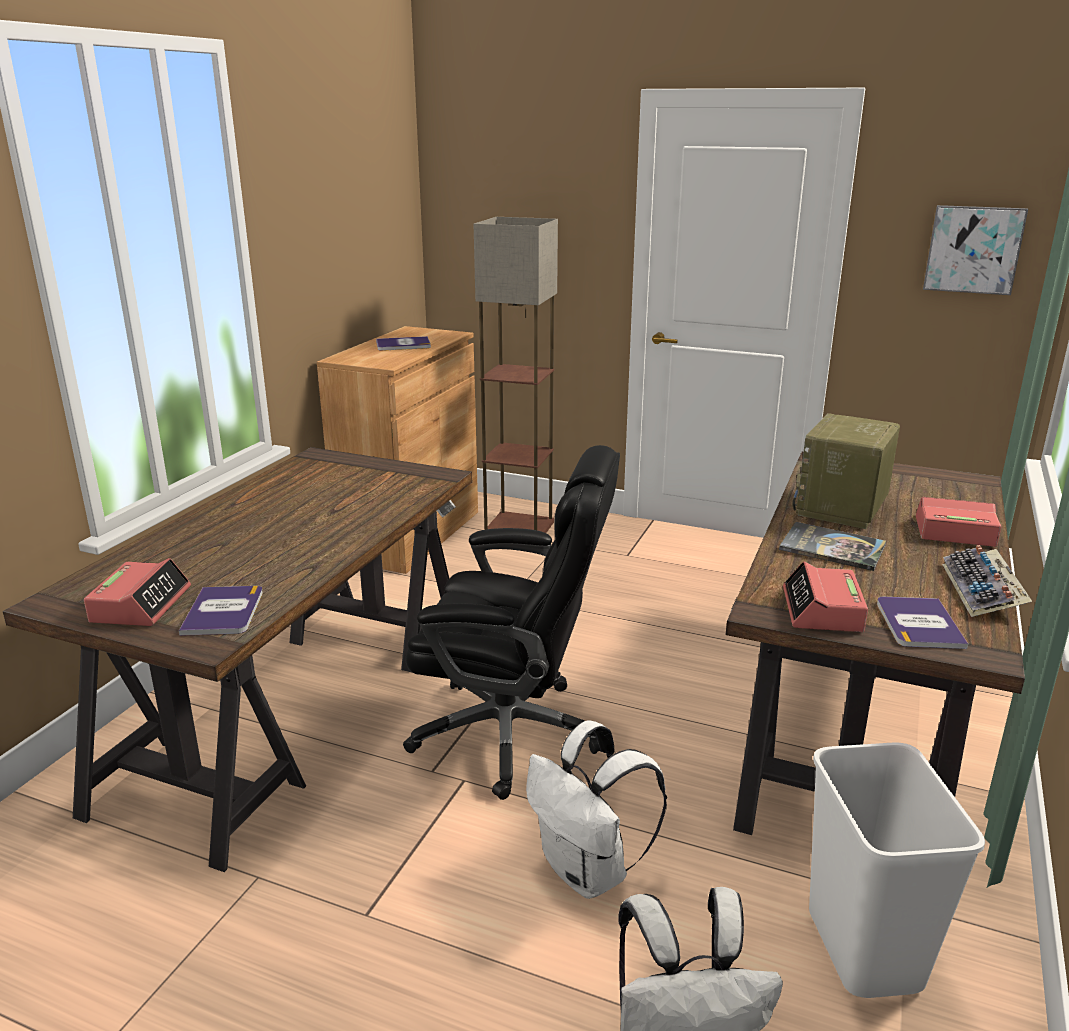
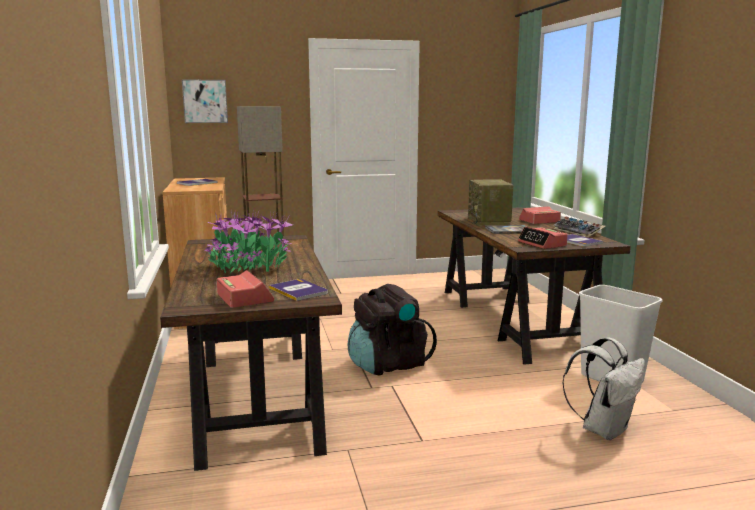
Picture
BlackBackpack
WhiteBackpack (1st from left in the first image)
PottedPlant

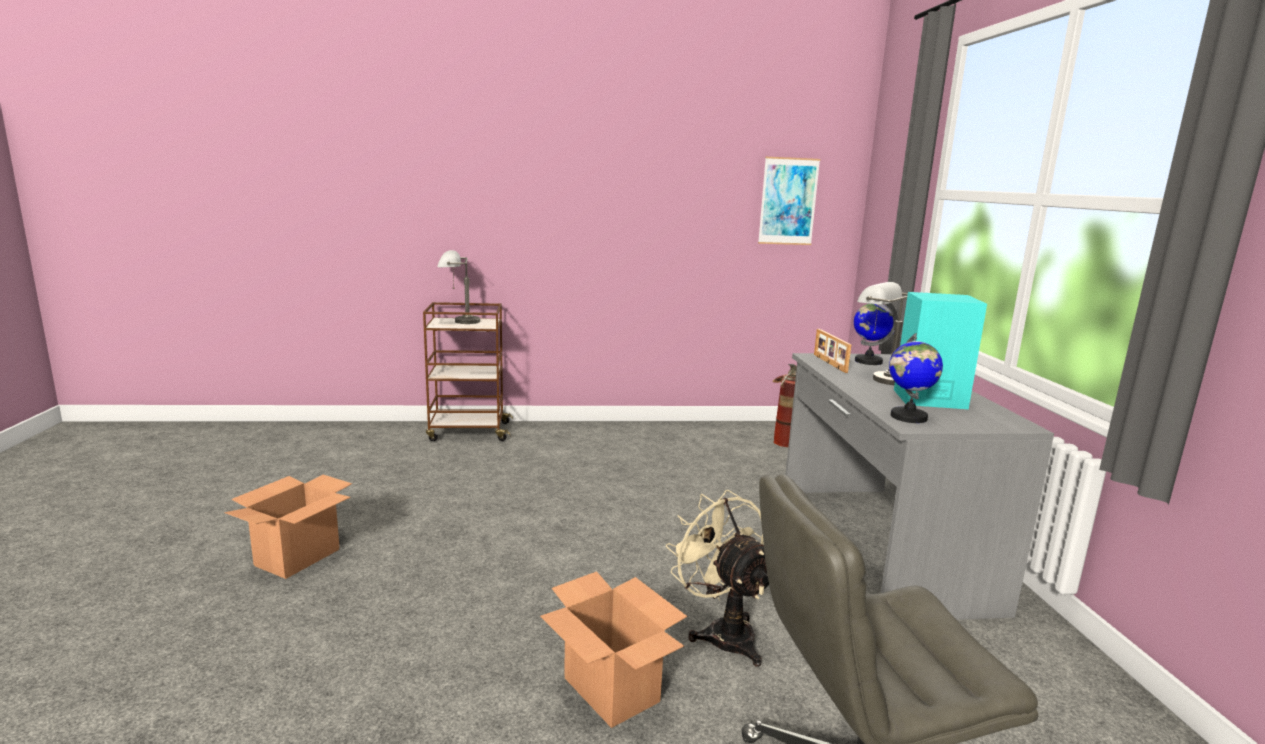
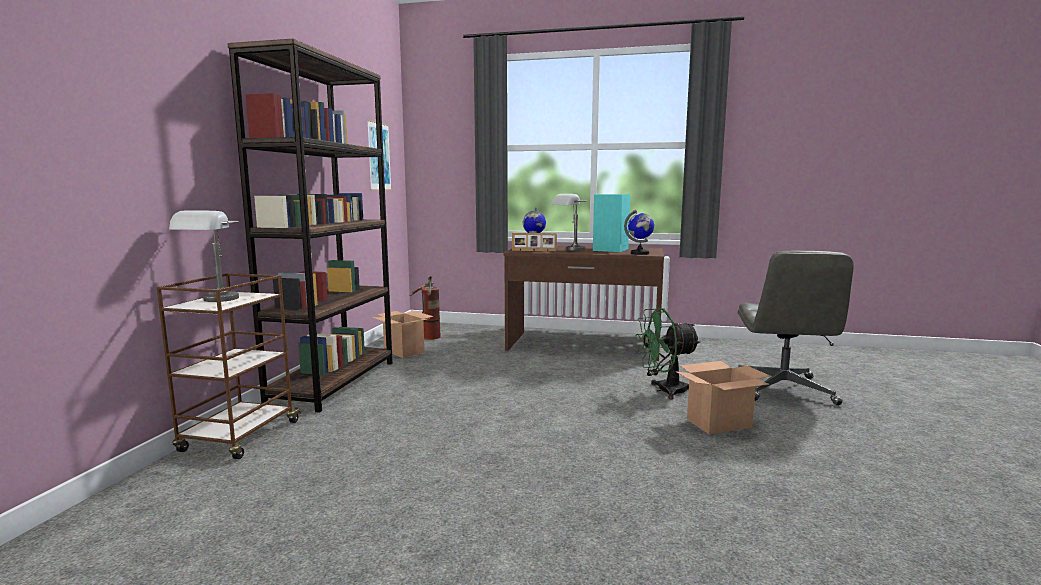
BrownDesk
CardboardBox (1st from left)
GreenFan
BrownBookcase

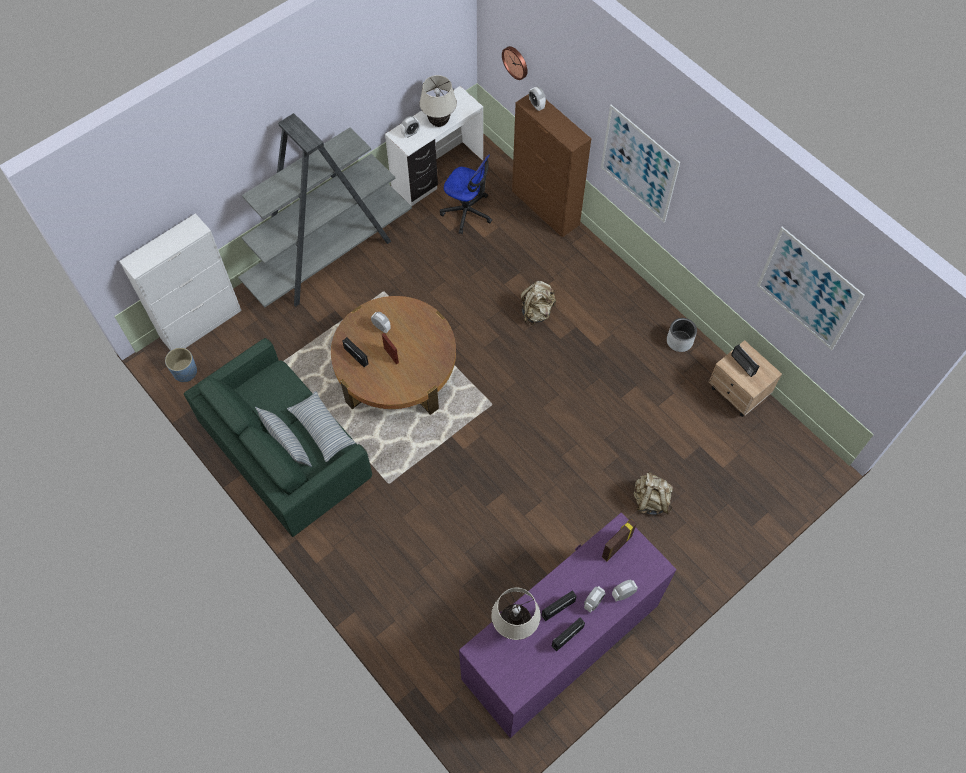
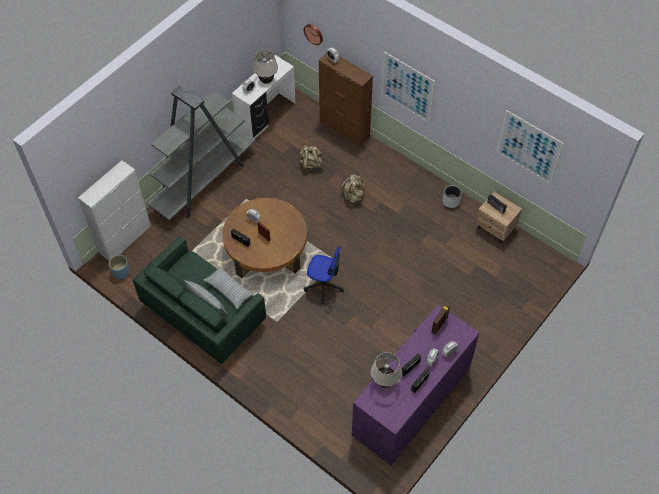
OfficeChair
BeigeBackpack (1st from left)

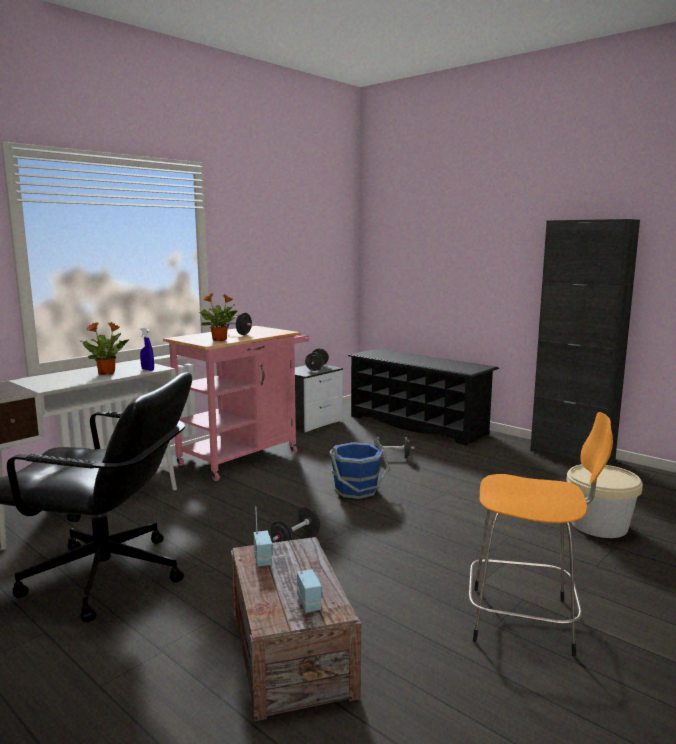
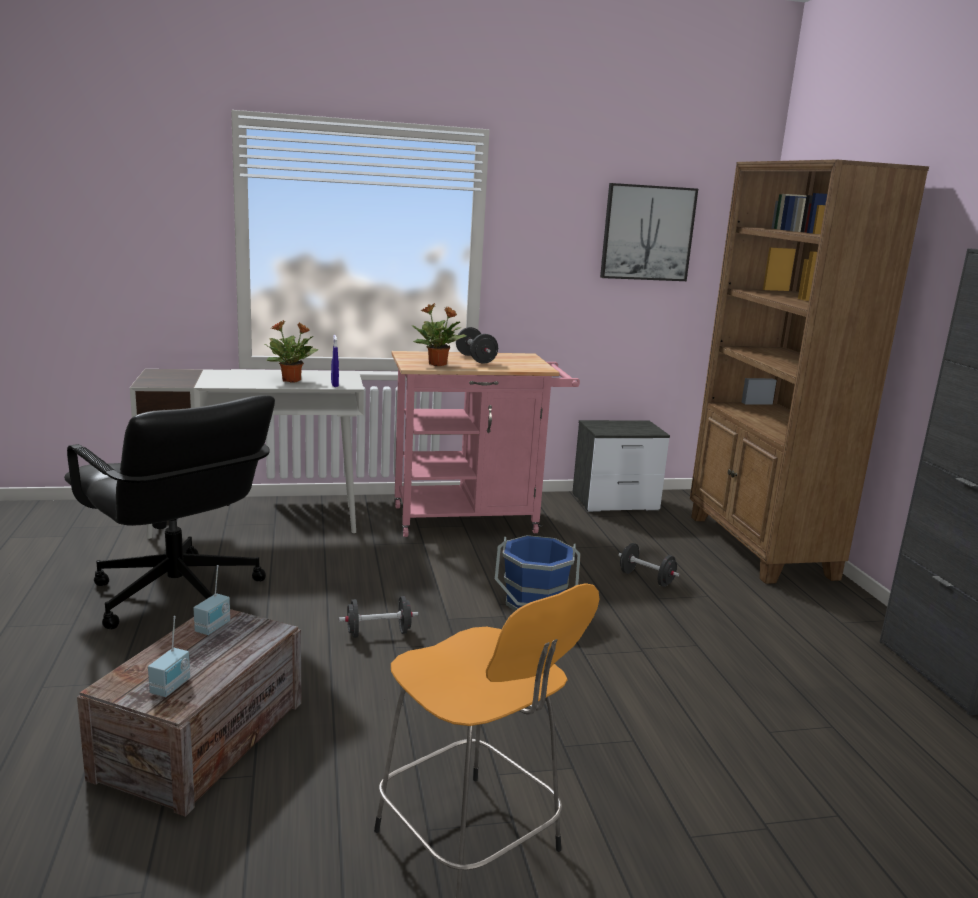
BlackDumbbell (3rd from left in the first image)
BrownBookcase
BeigeBucket
Picture

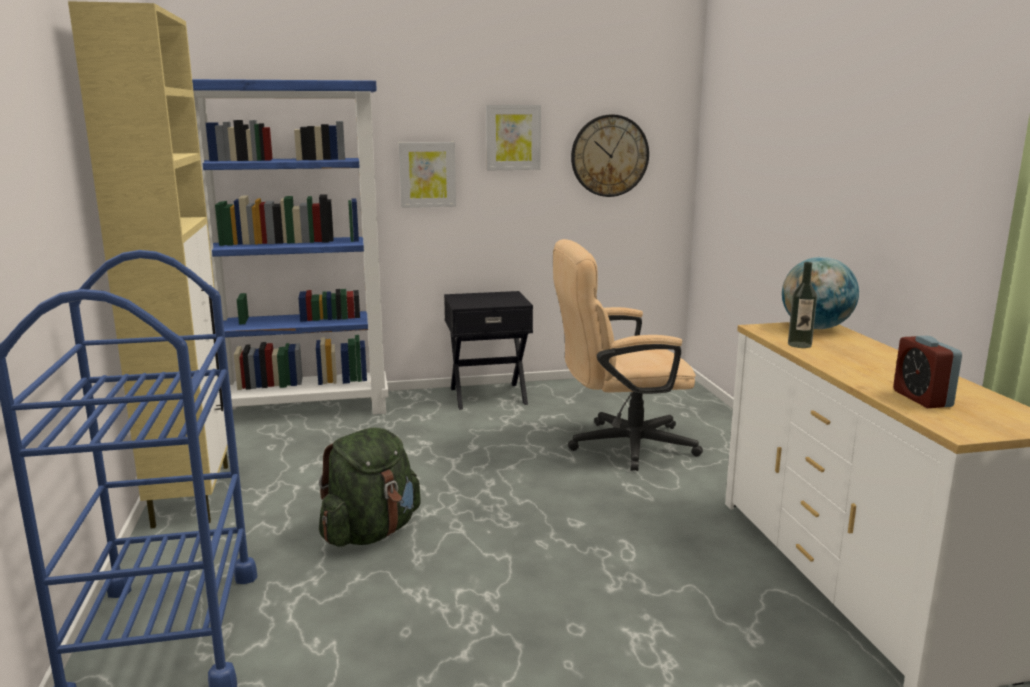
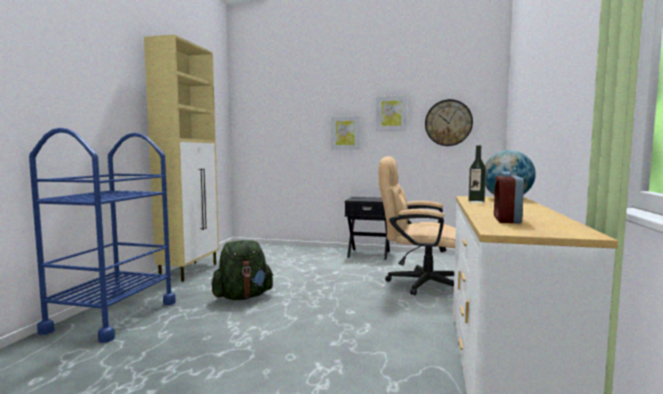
BlueBookcase

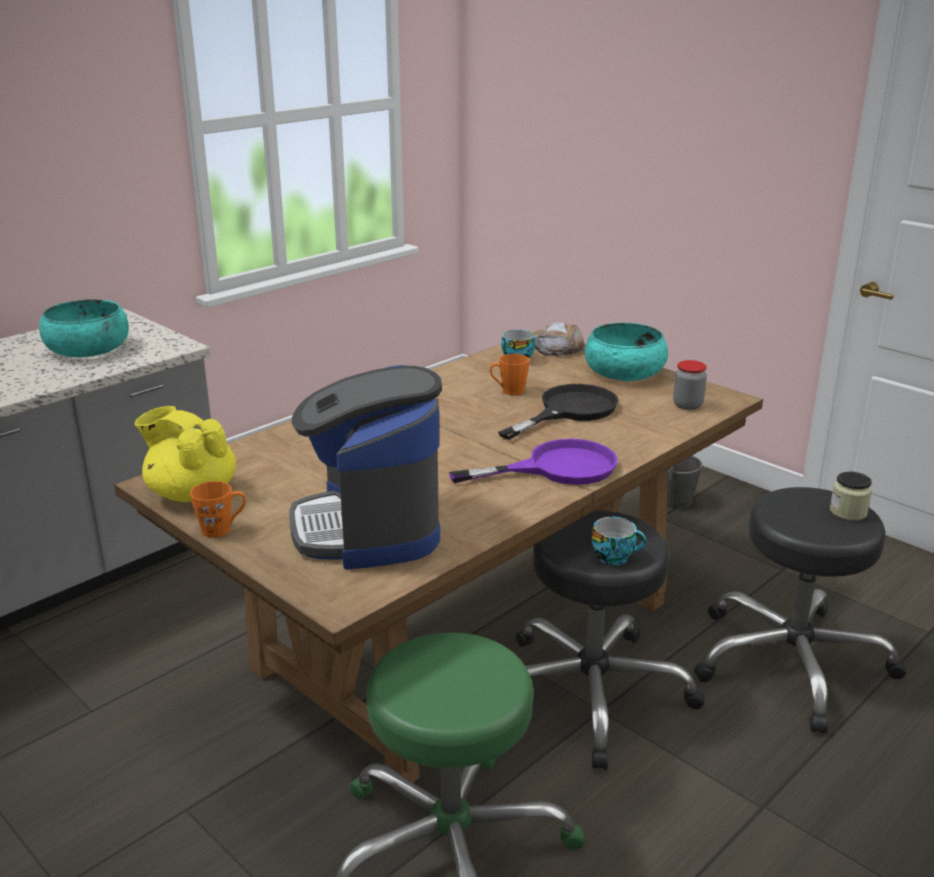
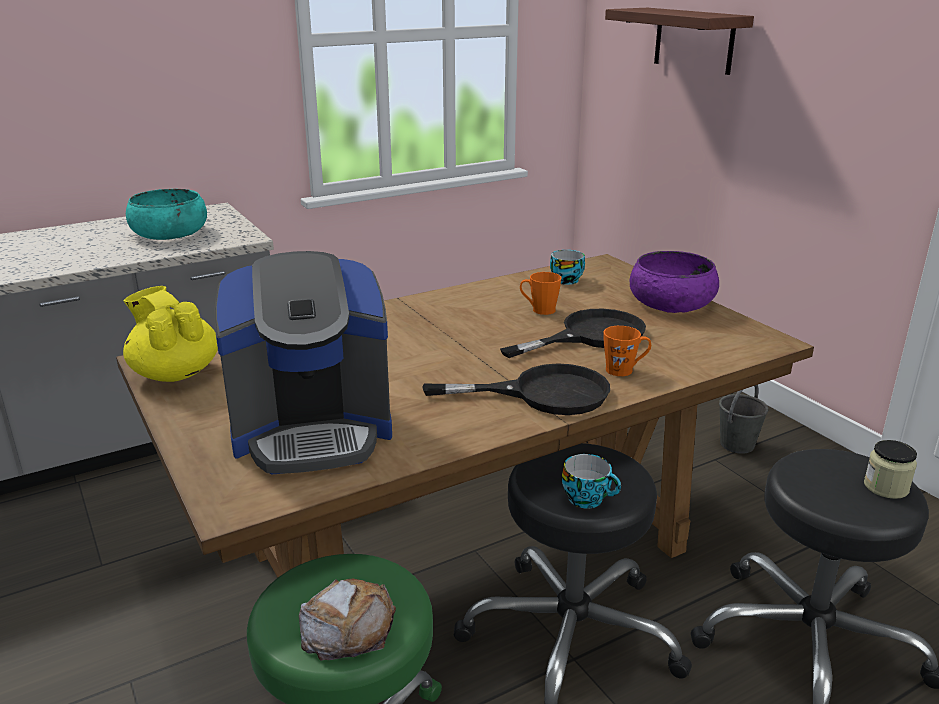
Bread
PurpleBowl
Jar (1st from left in the first image)
CoffeeMachine
BlackFryingPan (1st from left)
OrangeMug (2nd from left)
Shelf

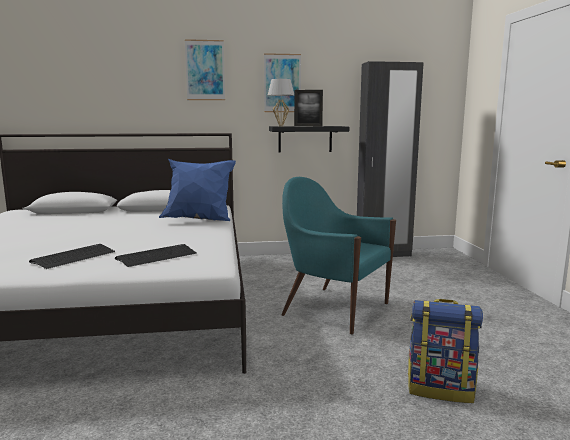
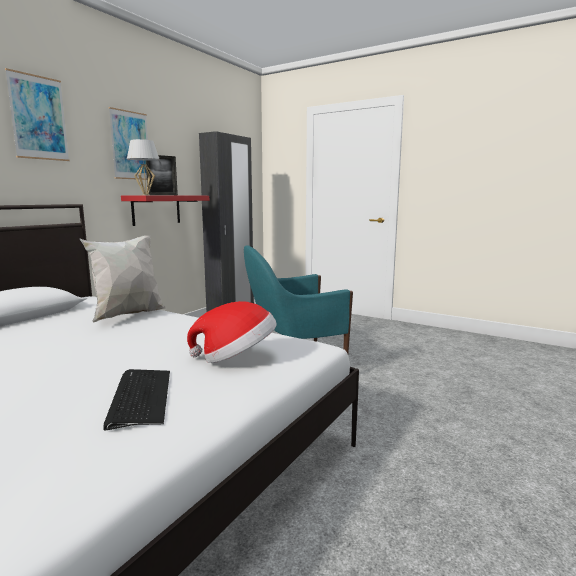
RedShelf
WhitePillow
Hat
Backpack

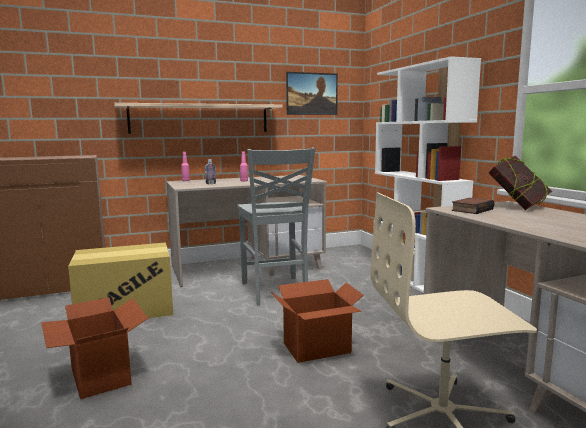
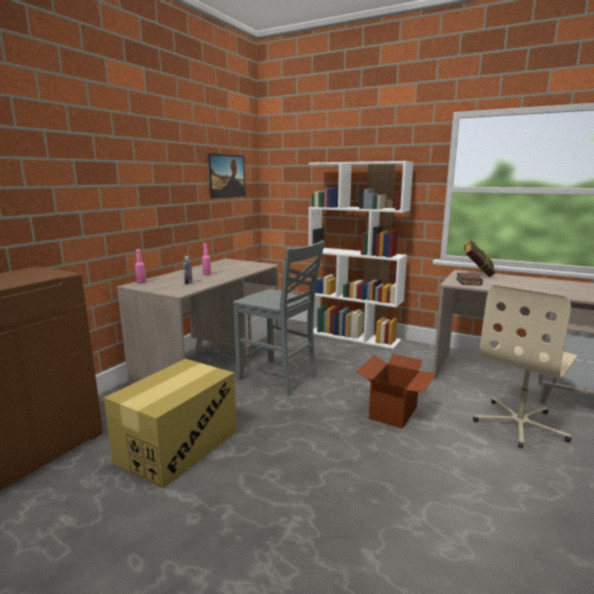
Shelf
CardboardBox (1st from left in the first image)

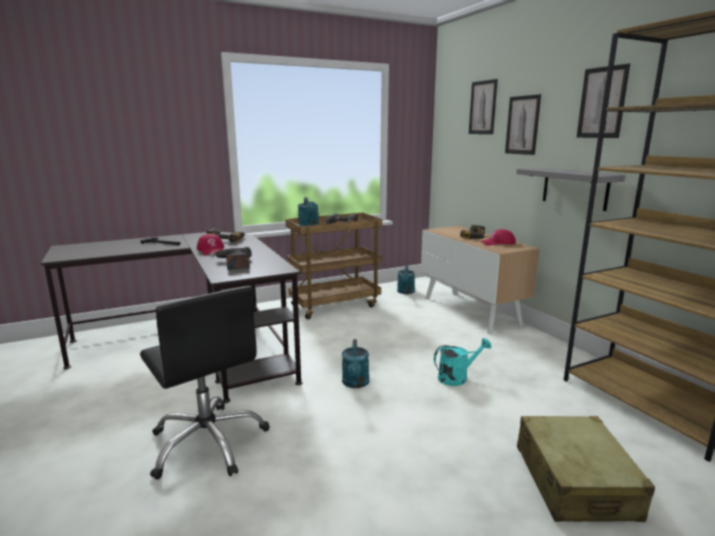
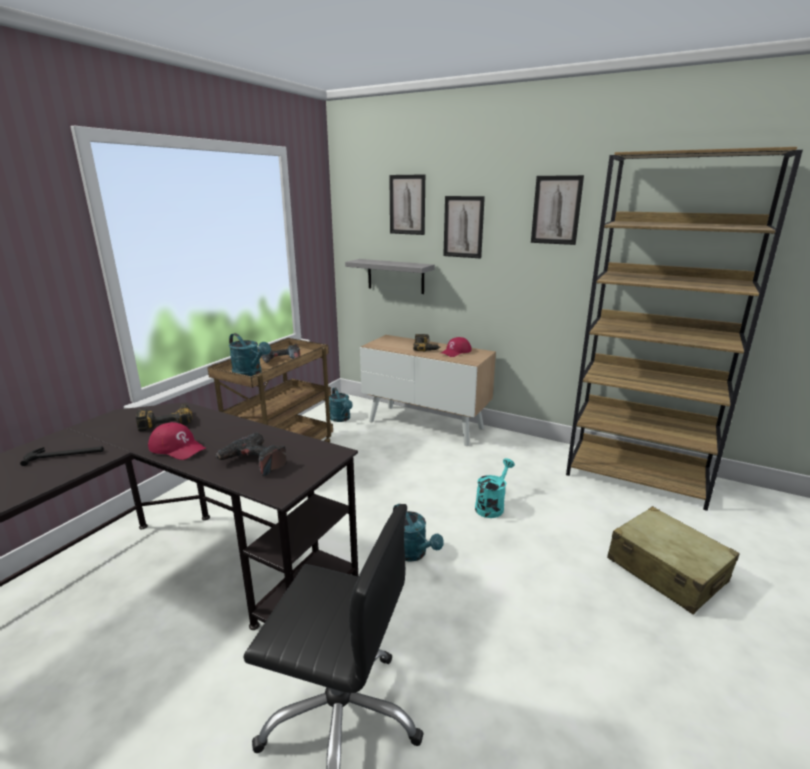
GreyShelf

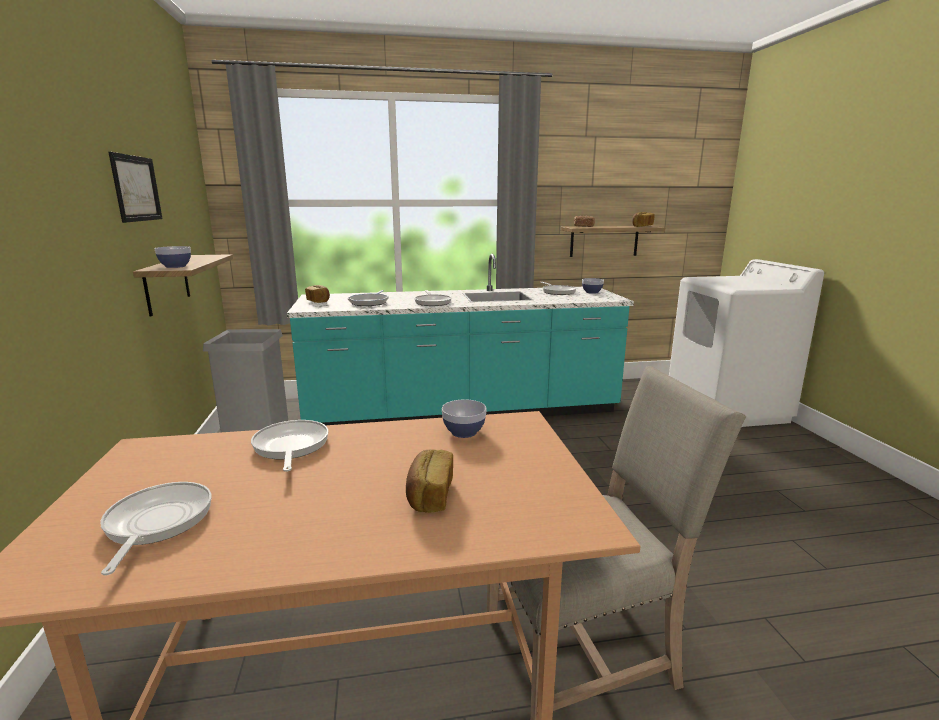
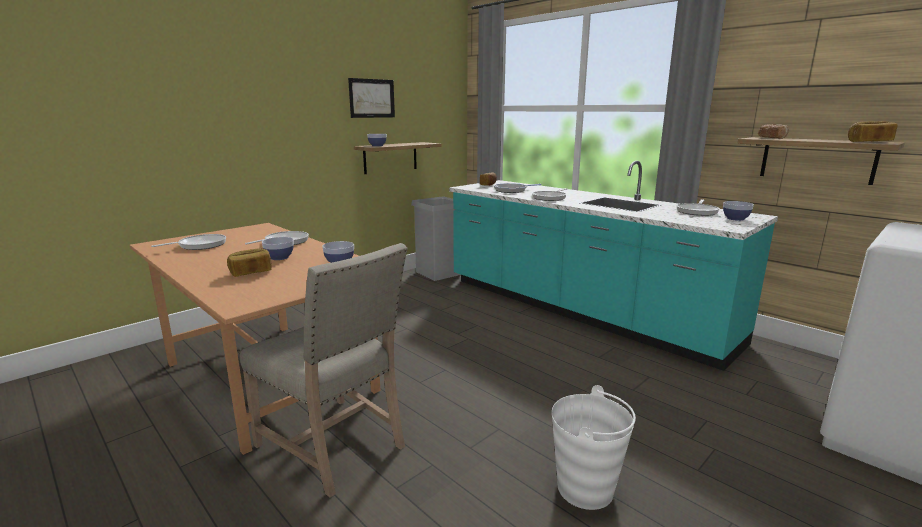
Bowl (1st from left)
WhiteBucket

